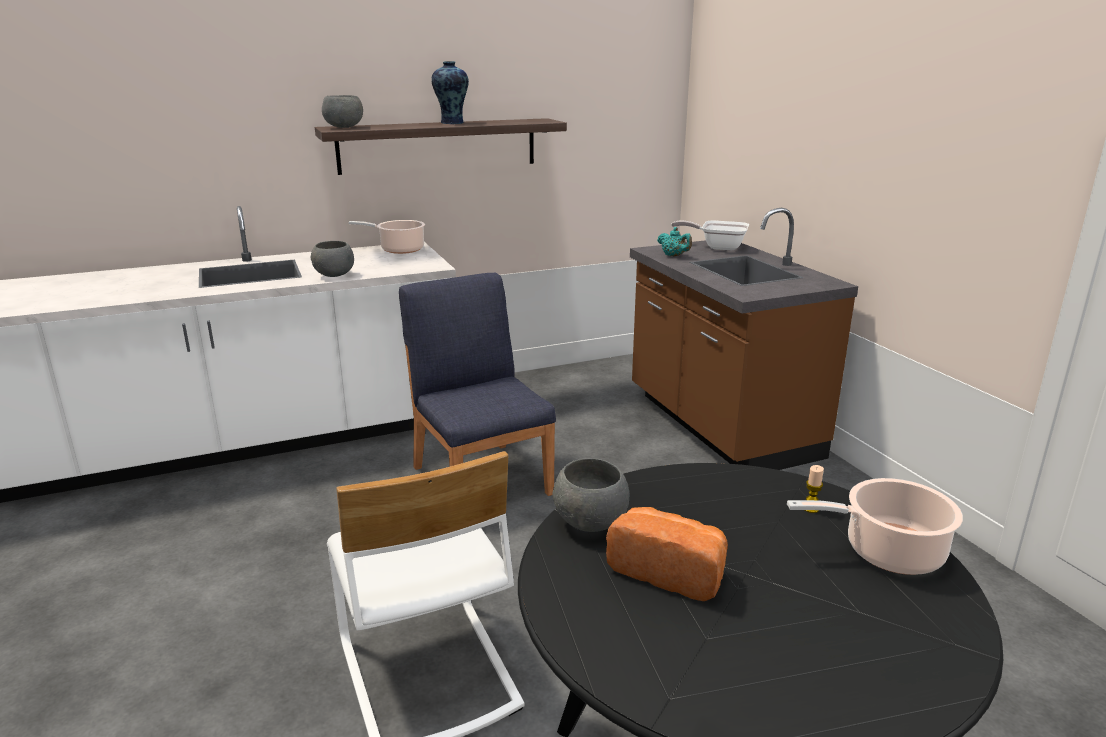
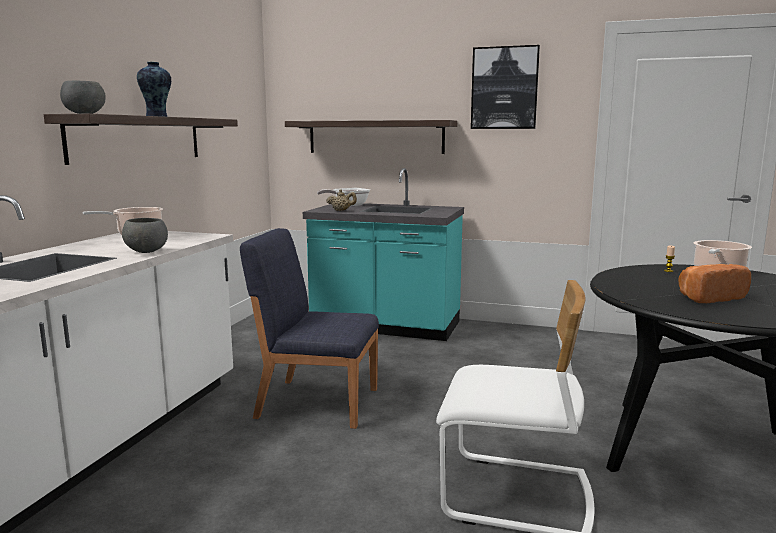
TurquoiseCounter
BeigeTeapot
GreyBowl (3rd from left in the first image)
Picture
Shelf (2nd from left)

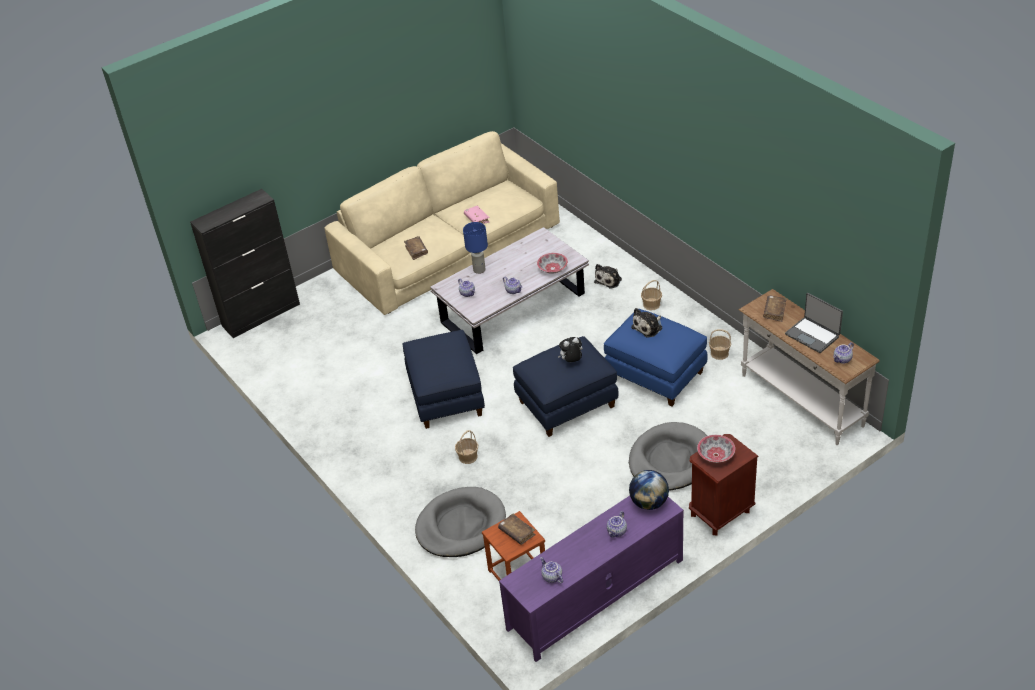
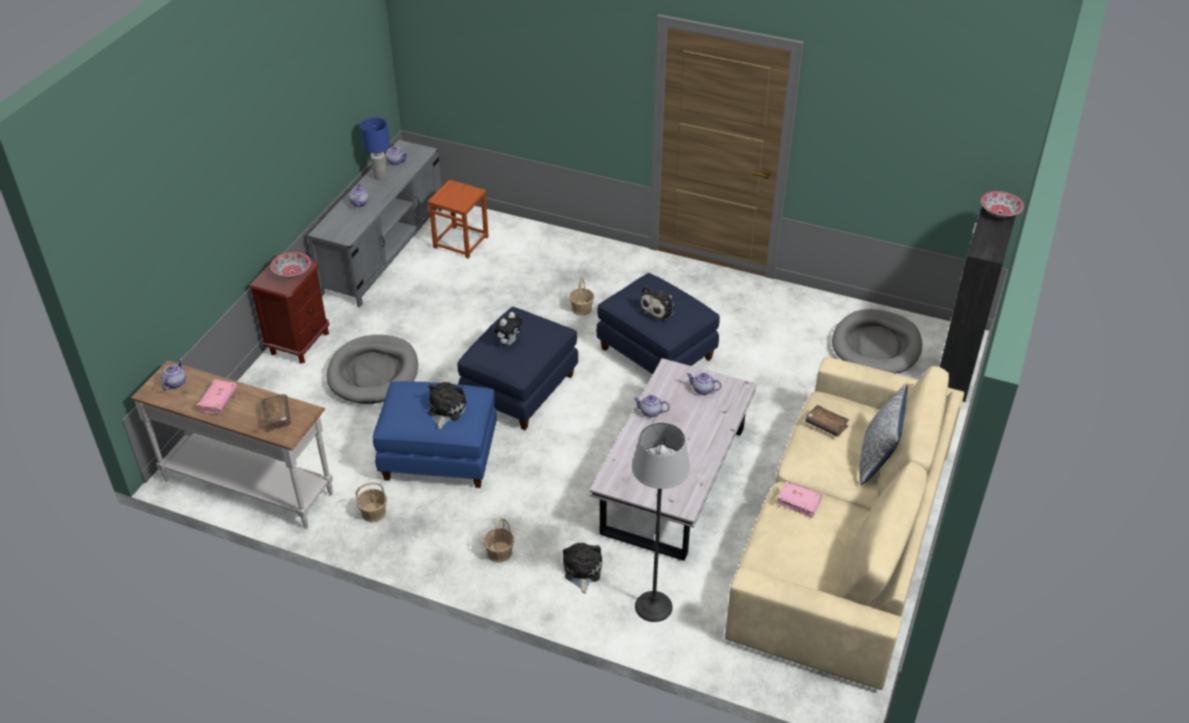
BlueTableLamp
Bowl (2nd from left)
PinkBook (1st from left)
Globe
GreyDogBed (2nd from left)
GreyTvStand
BrownBook (2nd from left in the first image)
PlushToy (4th from left)
Pillow
FloorLamp

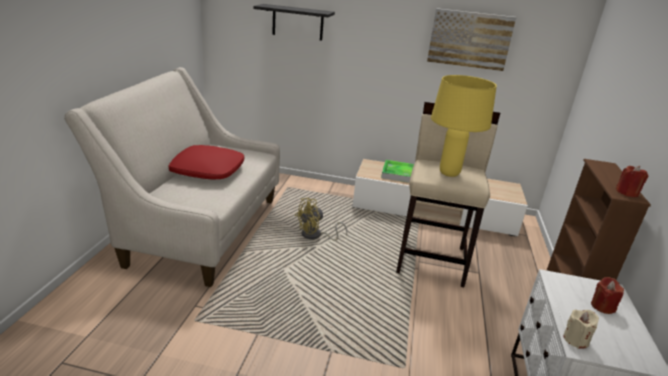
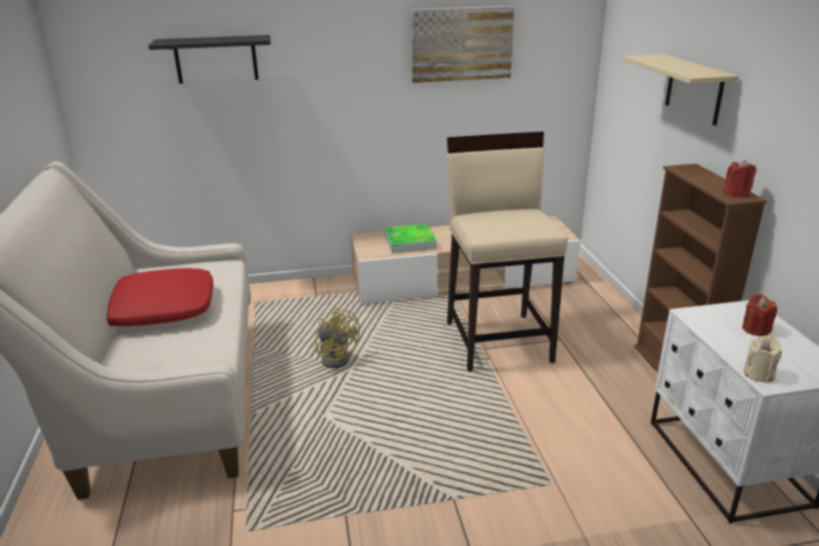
YellowTableLamp
YellowFan
BeigeShelf

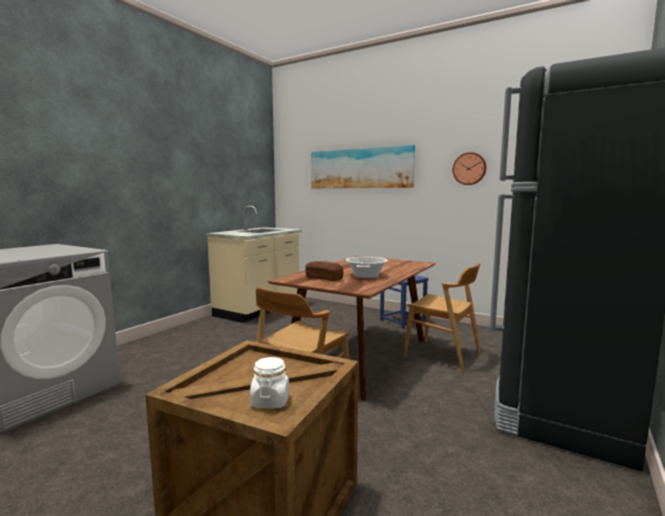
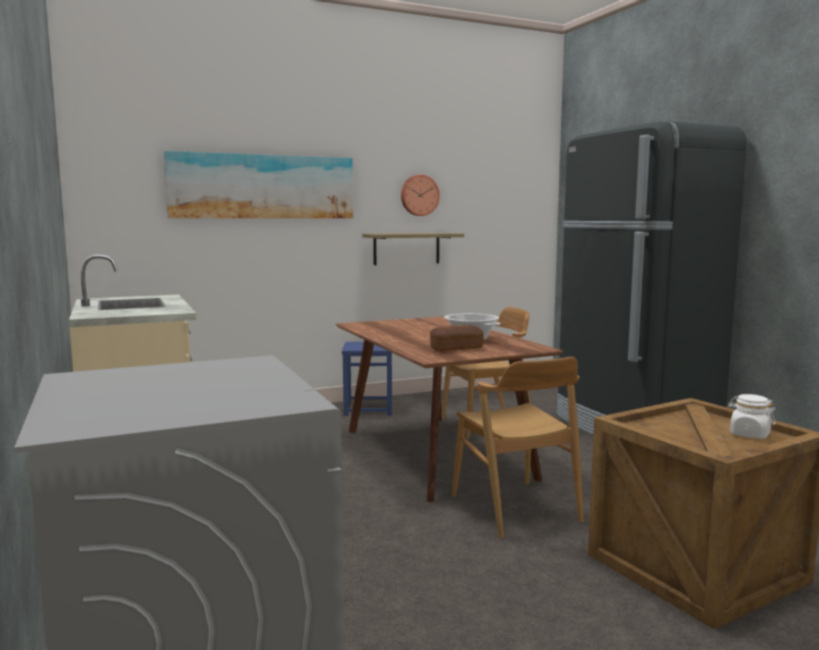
Shelf

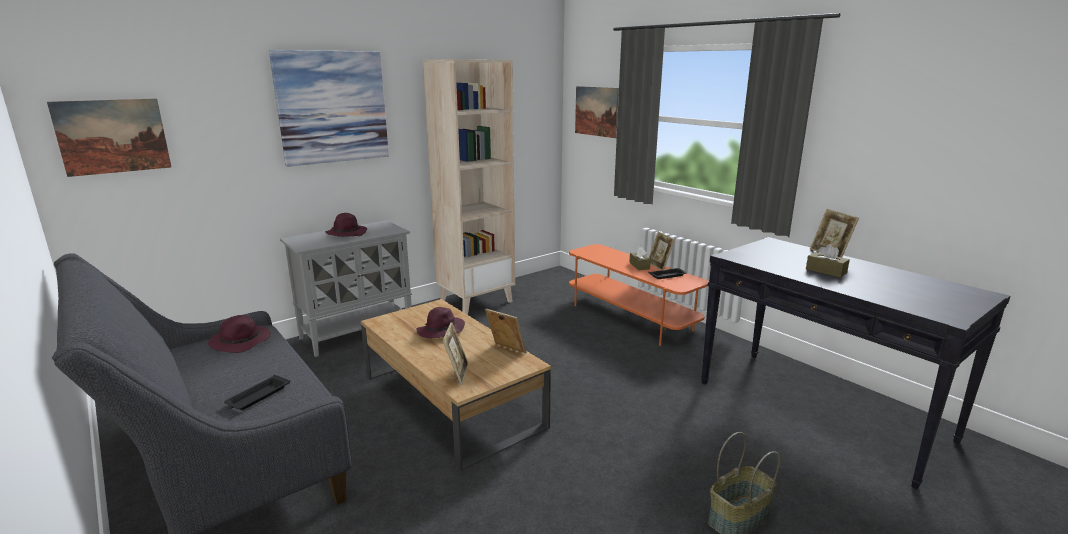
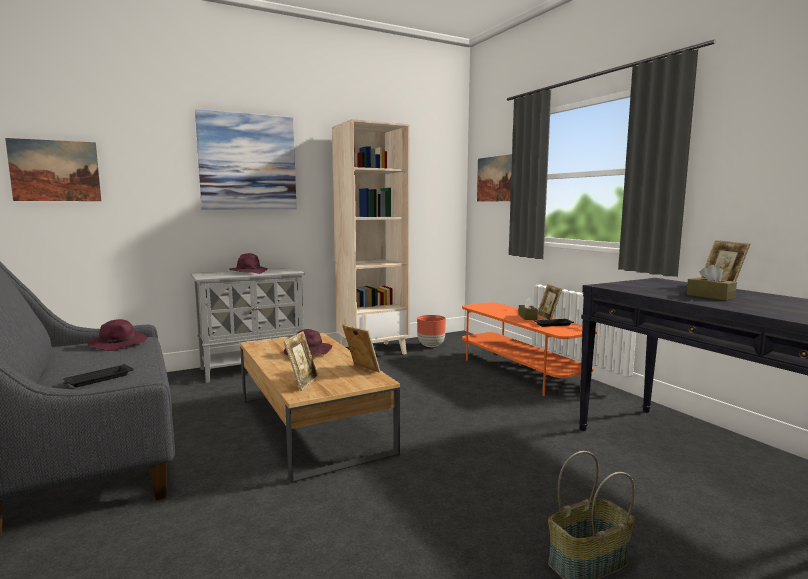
BrownPlanter

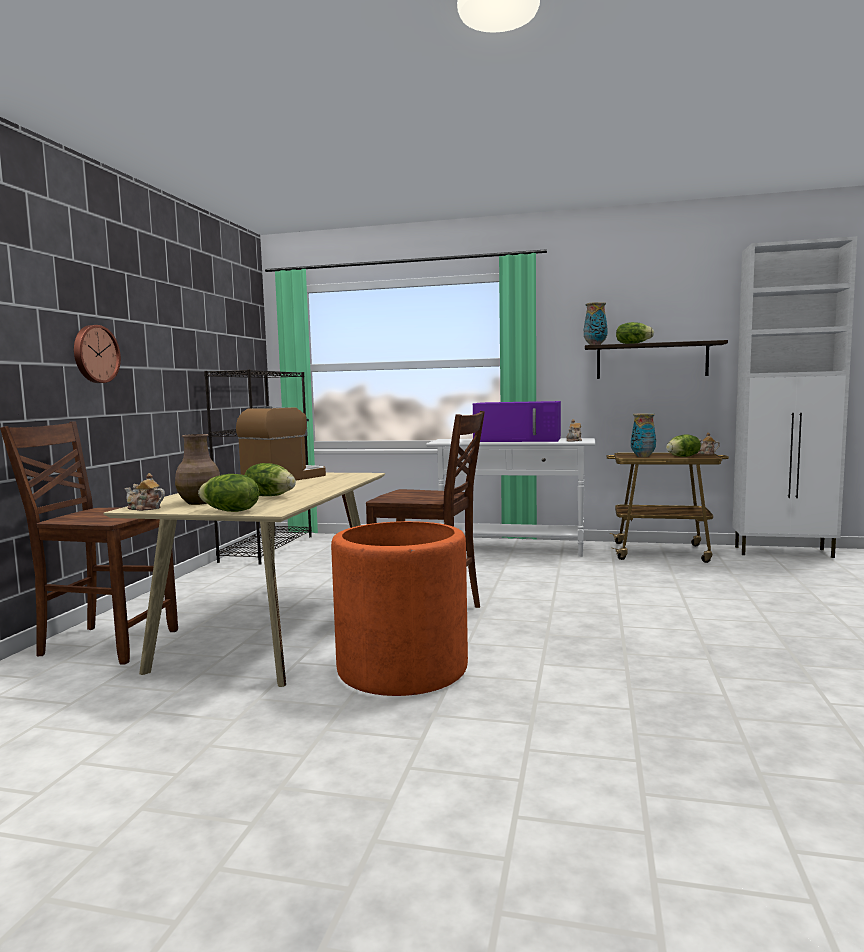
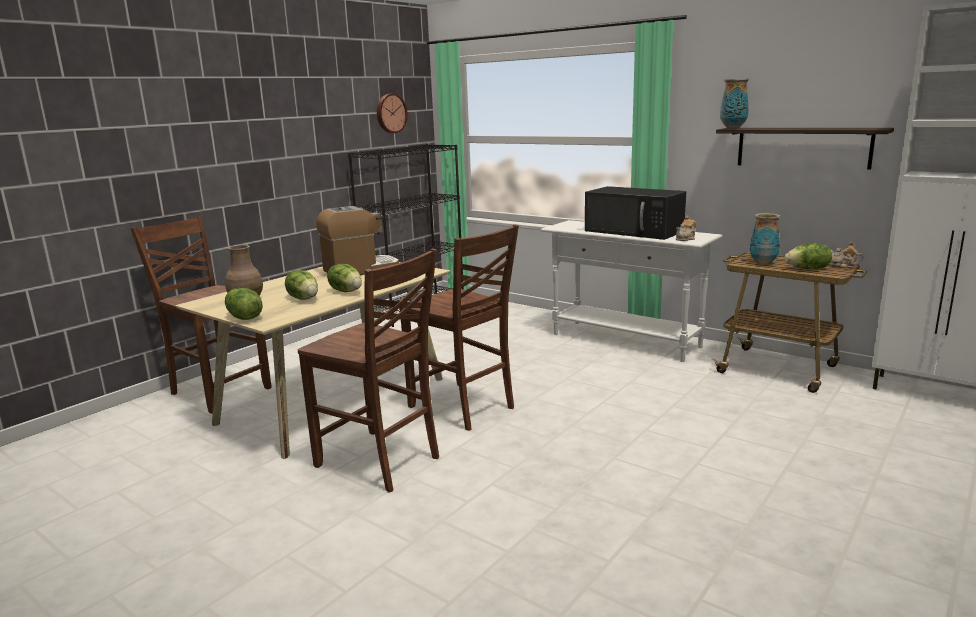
Lettuce (3rd from left)
WallClock
BlackMicrowave
Teapot (1st from left in the first image)
BrownChair (2nd from left)

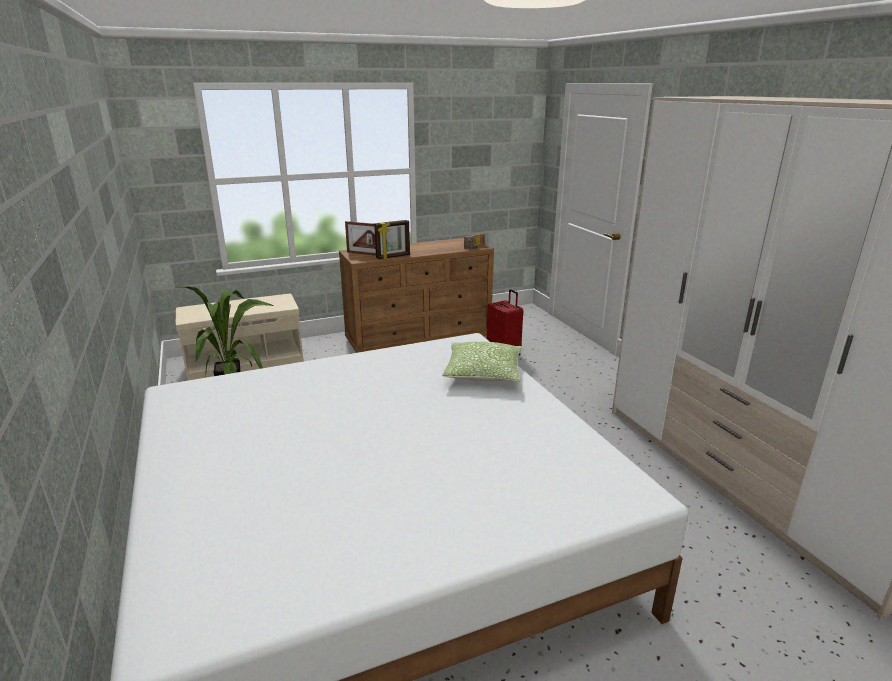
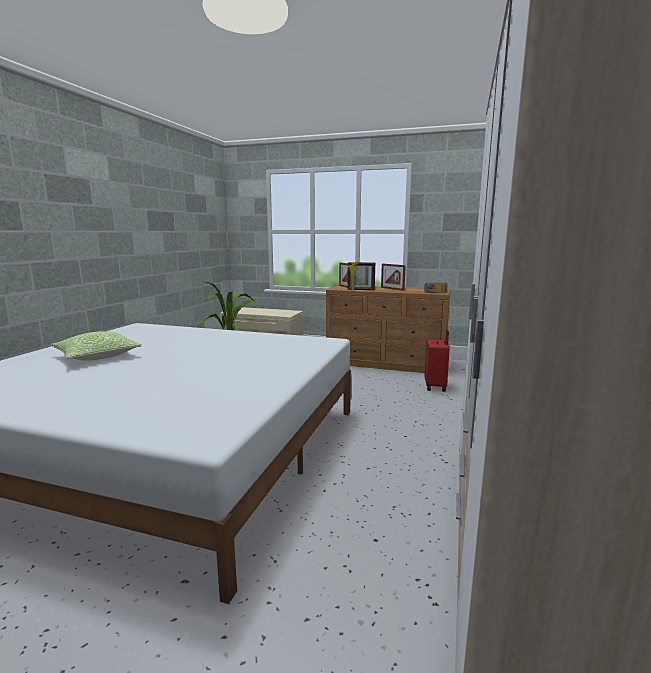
Pillow
PictureFrame (3rd from left)

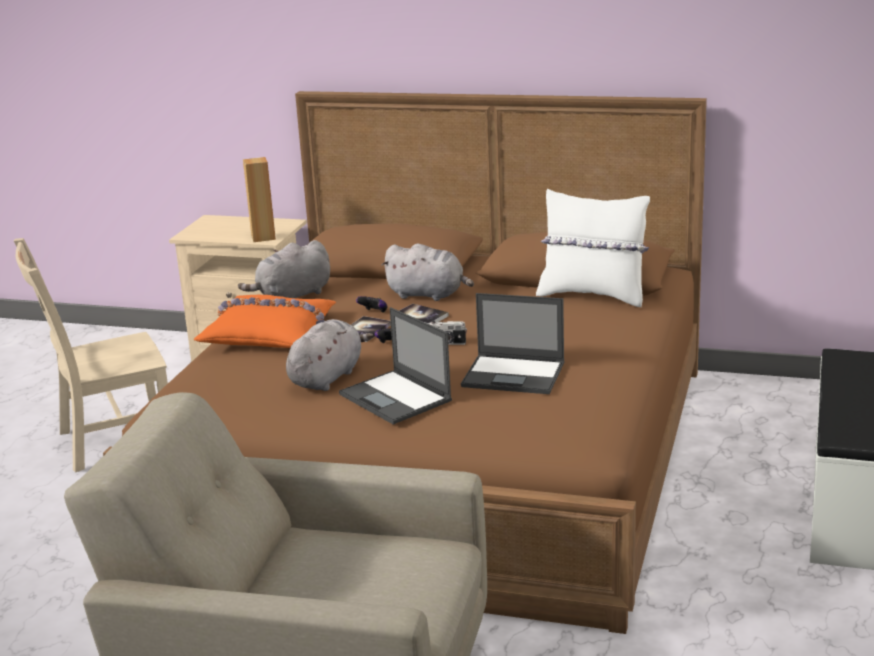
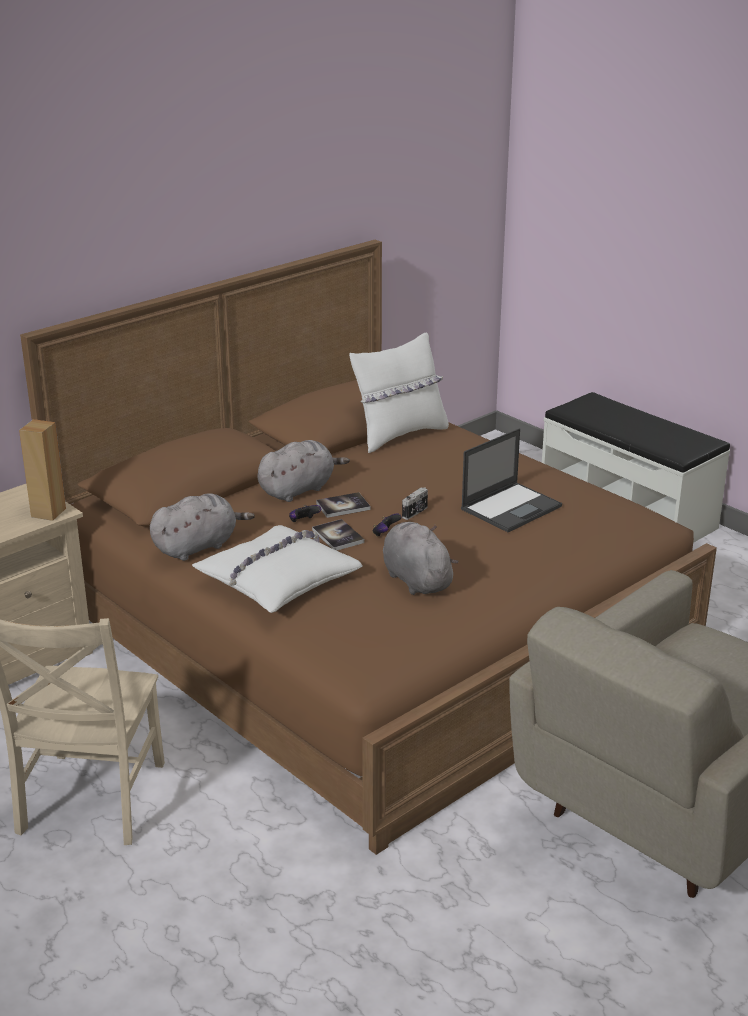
GreyPlushToy (1st from left)
WhitePillow (1st from left)
Laptop (1st from left in the first image)

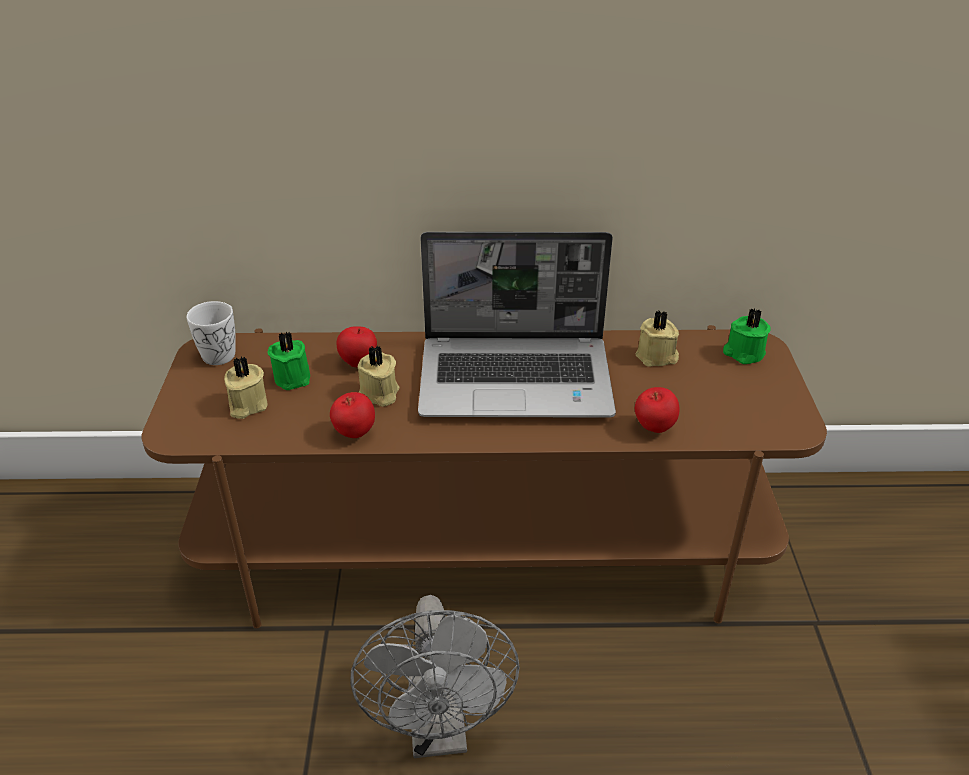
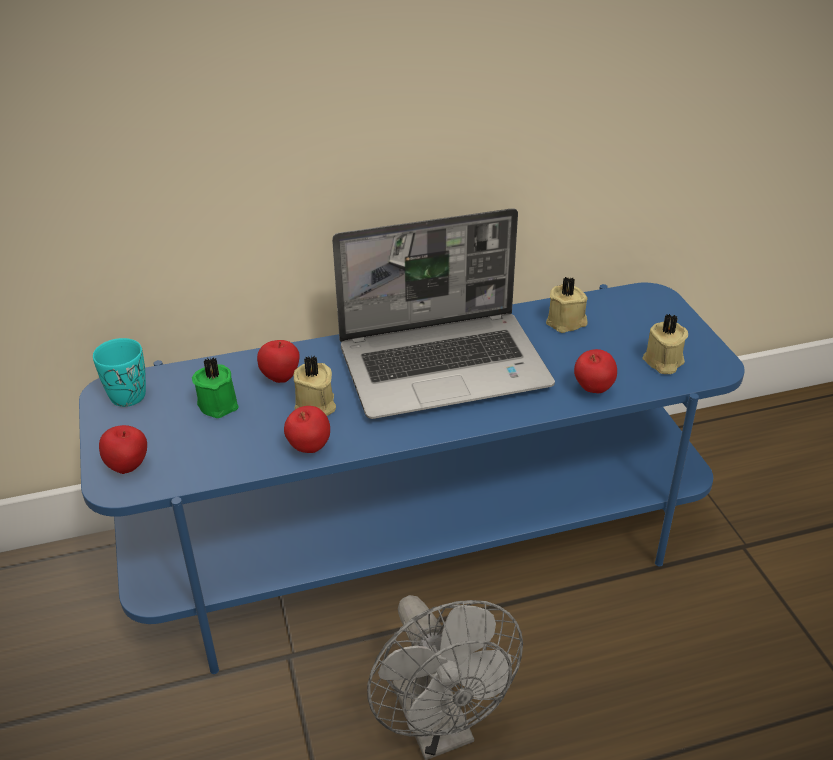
TurquoiseMug
GreenCandle (2nd from left in the first image)
BlueTvStand
BeigeCandle (3rd from left)
Apple (1st from left)

